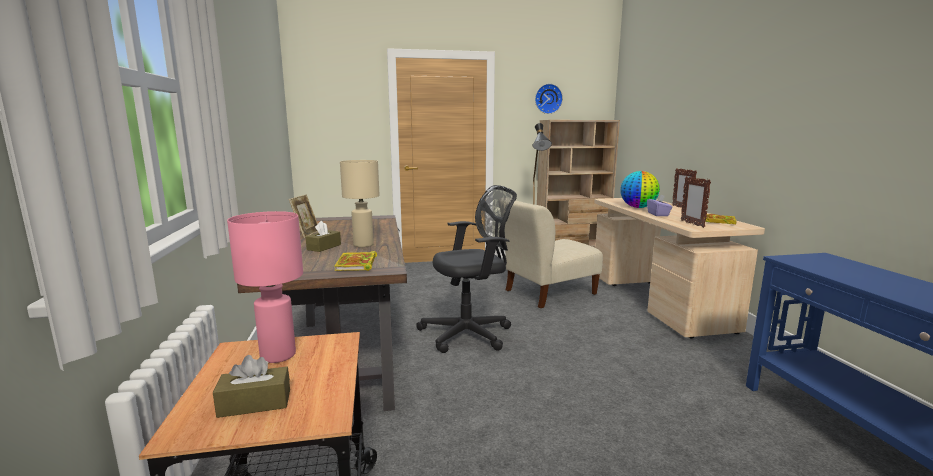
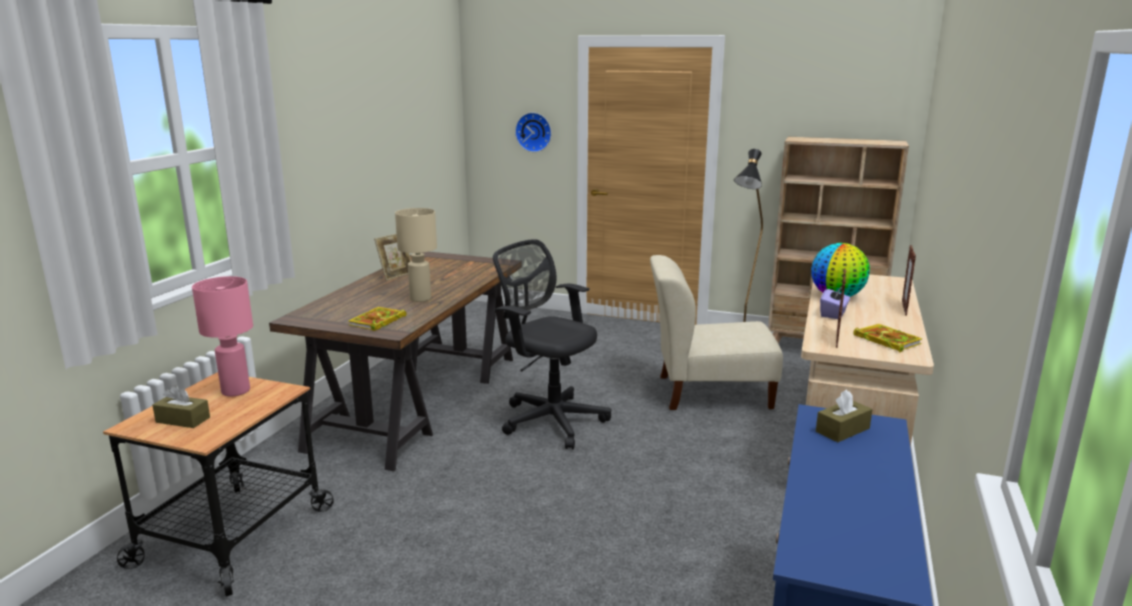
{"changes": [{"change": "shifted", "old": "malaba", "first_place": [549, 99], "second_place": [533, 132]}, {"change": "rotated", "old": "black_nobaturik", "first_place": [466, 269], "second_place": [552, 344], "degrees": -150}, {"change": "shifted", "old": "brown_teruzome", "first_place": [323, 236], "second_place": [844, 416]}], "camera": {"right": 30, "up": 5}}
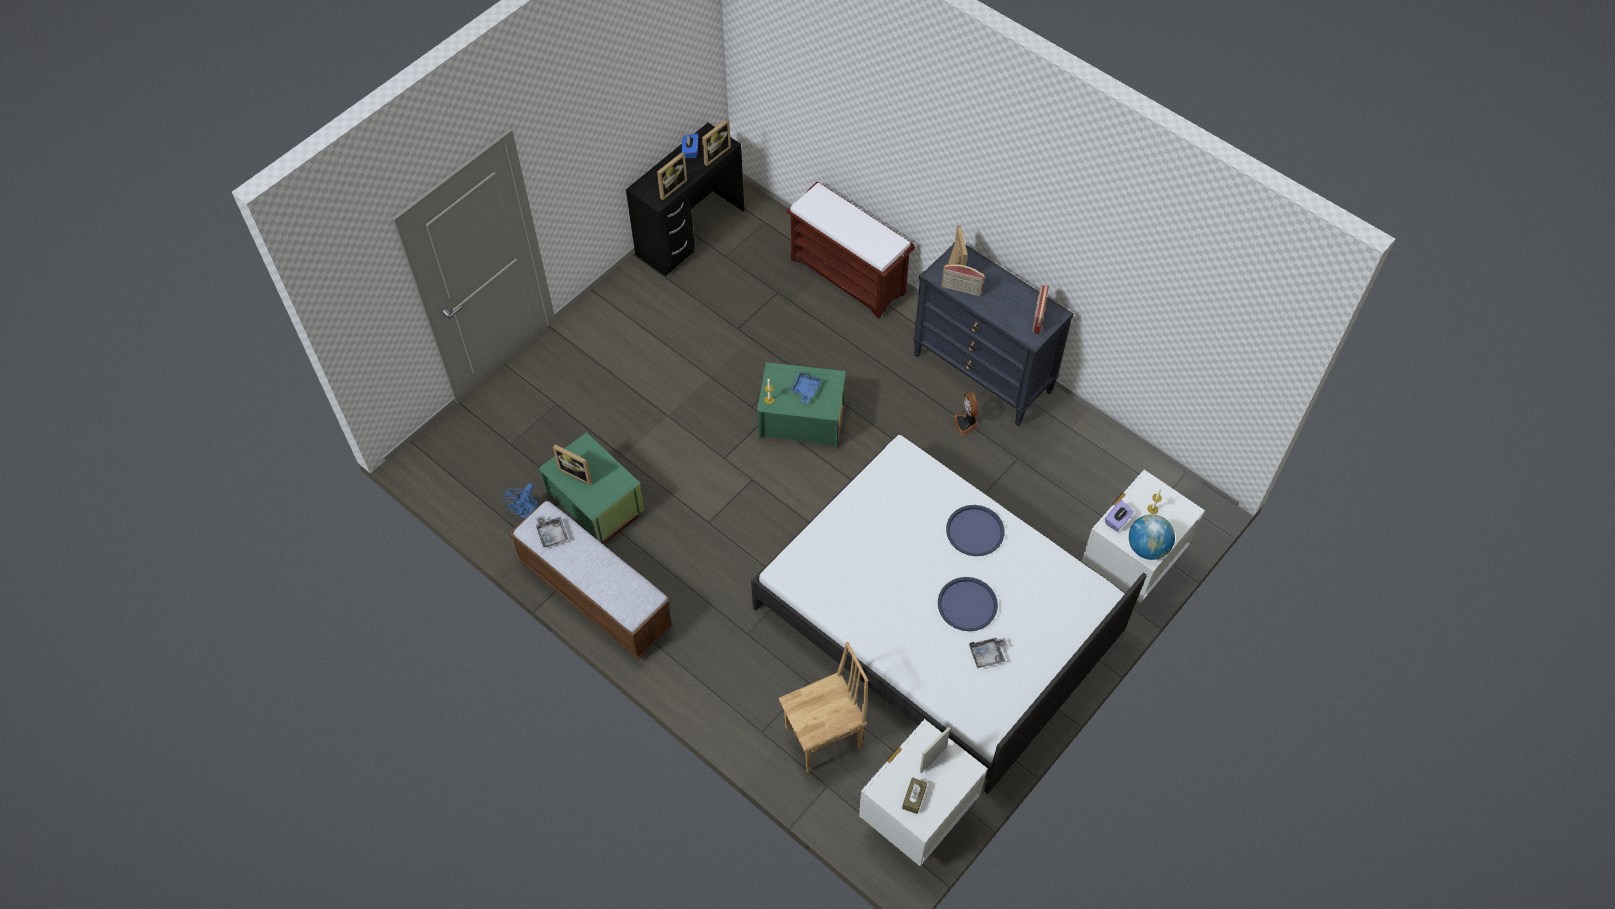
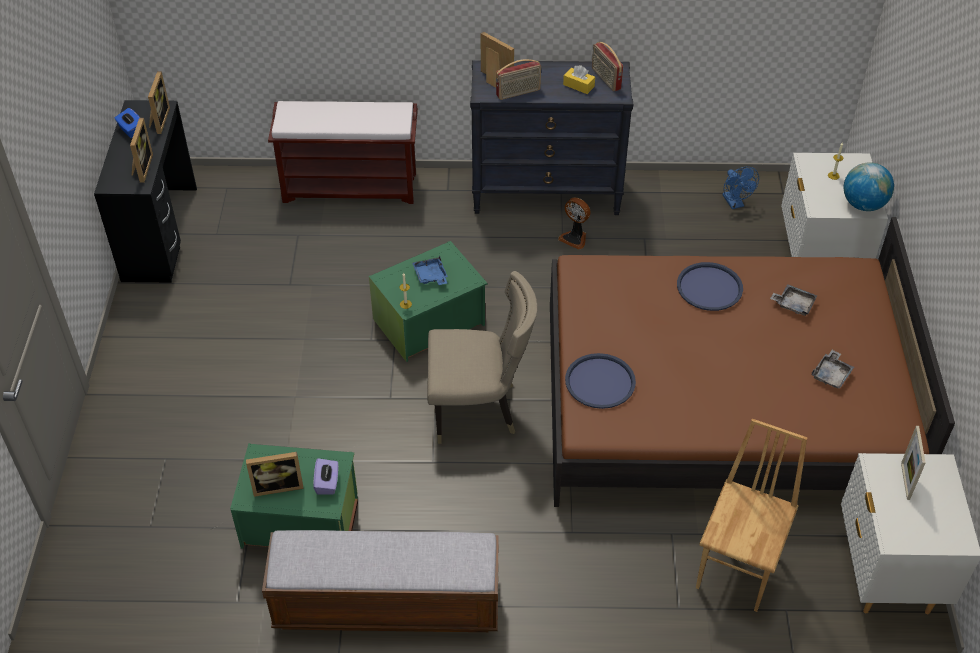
{"changes": [{"change": "repainted", "old": "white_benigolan", "new": "brown_benigolan", "first_place": [949, 613], "second_place": [752, 362]}, {"change": "shifted", "old": "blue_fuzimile", "first_place": [521, 501], "second_place": [741, 188]}, {"change": "shifted", "old": "purple_teruzome", "first_place": [1119, 515], "second_place": [325, 476]}, {"change": "shifted", "old": "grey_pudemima", "first_place": [552, 531], "second_place": [793, 300]}, {"change": "shifted", "old": "blue_pudemima", "first_place": [968, 604], "second_place": [600, 381]}, {"change": "gone", "old": "brown_teruzome", "first_place": [914, 795]}, {"change": "new", "new": "yellow_teruzome", "second_place": [579, 79]}, {"change": "new", "new": "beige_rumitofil", "second_place": [482, 357]}], "camera": {"right": -40, "up": -10}}
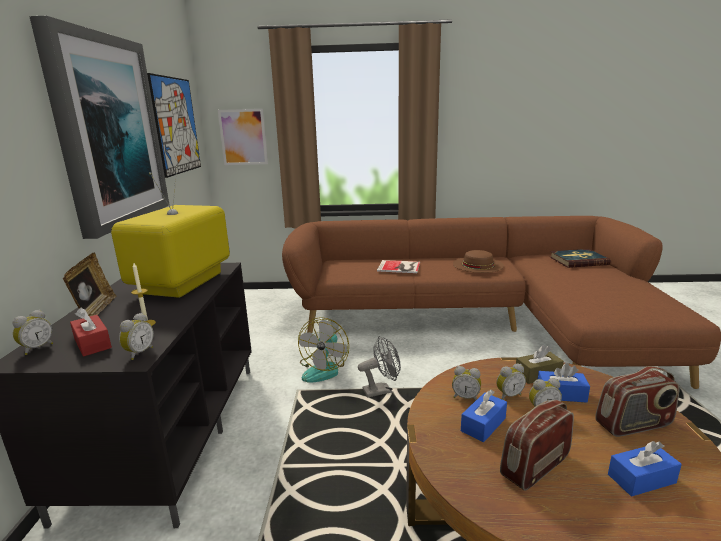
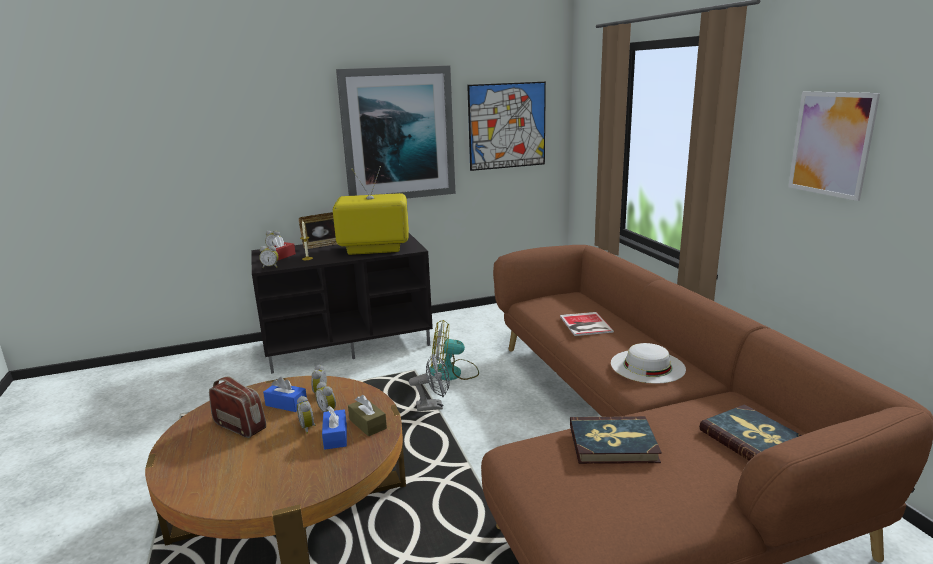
{"changes": [{"change": "shifted", "old": "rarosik", "first_place": [243, 137], "second_place": [834, 146]}, {"change": "repainted", "old": "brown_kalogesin", "new": "white_kalogesin", "first_place": [478, 261], "second_place": [648, 363]}, {"change": "rotated", "old": "grey_fuzimile", "first_place": [379, 367], "second_place": [429, 382], "degrees": -60}, {"change": "gone", "old": "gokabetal", "first_place": [637, 401]}, {"change": "gone", "old": "blue_teruzome", "first_place": [645, 468]}, {"change": "new", "new": "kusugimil", "second_place": [616, 440]}], "camera": {"right": 70, "up": 0}}
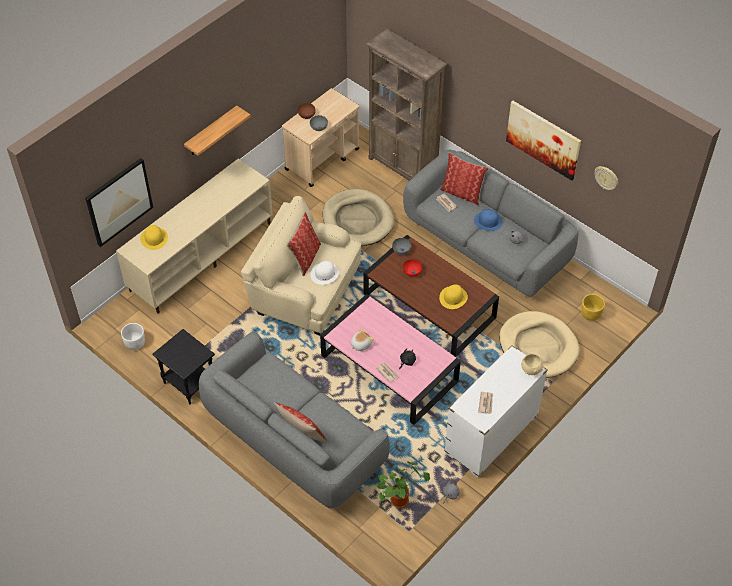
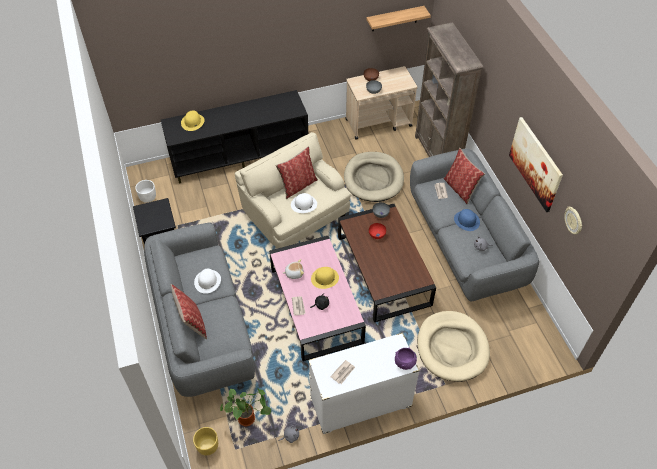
{"changes": [{"change": "shifted", "old": "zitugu", "first_place": [217, 131], "second_place": [398, 18]}, {"change": "gone", "old": "rarosik", "first_place": [119, 202]}, {"change": "repainted", "old": "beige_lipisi", "new": "black_lipisi", "first_place": [194, 236], "second_place": [234, 137]}, {"change": "shifted", "old": "yellow_kalogesin", "first_place": [453, 296], "second_place": [325, 278]}, {"change": "shifted", "old": "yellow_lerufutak", "first_place": [593, 307], "second_place": [205, 441]}, {"change": "repainted", "old": "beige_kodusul", "new": "purple_kodusul", "first_place": [532, 364], "second_place": [406, 359]}, {"change": "new", "new": "white_kalogesin", "second_place": [207, 281]}], "camera": {"right": 30, "up": 0}}
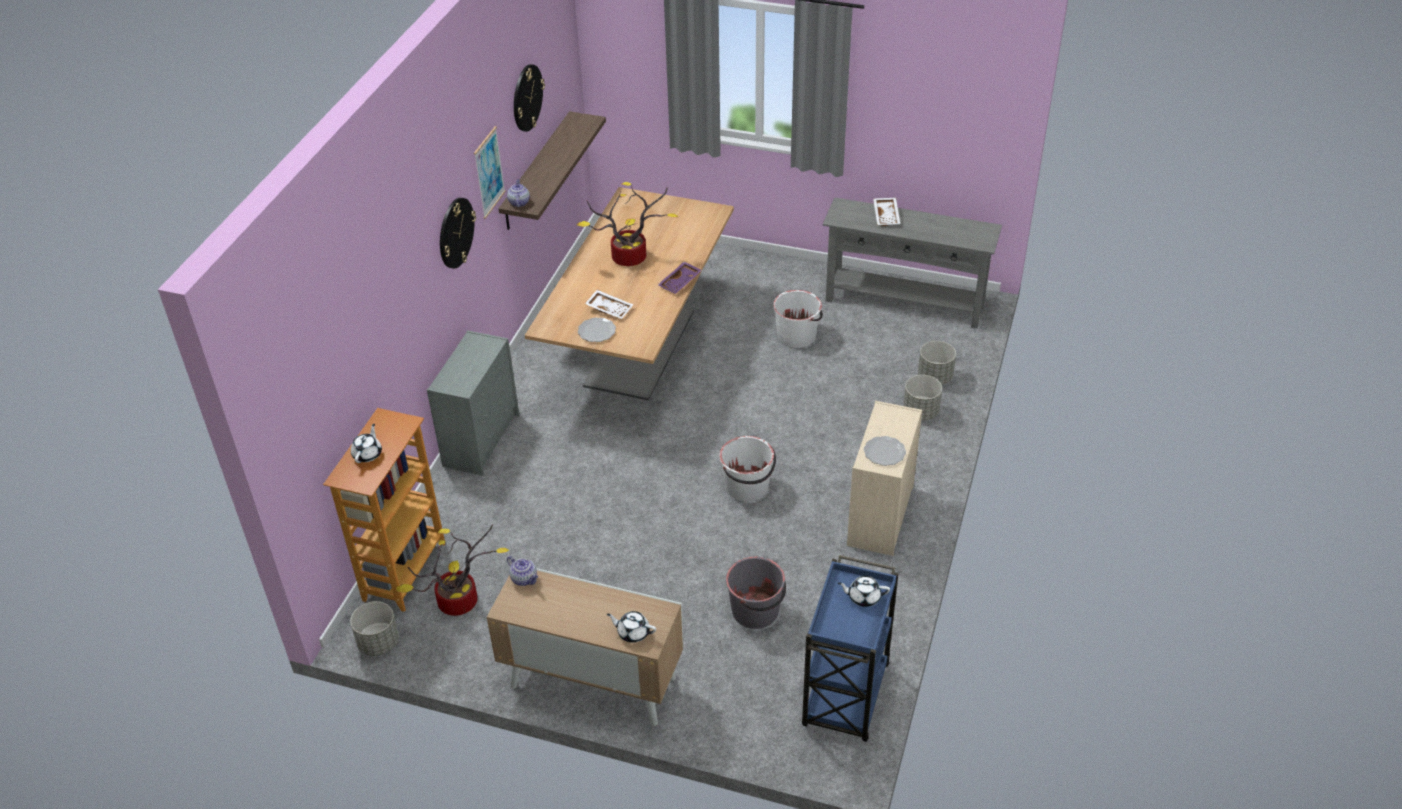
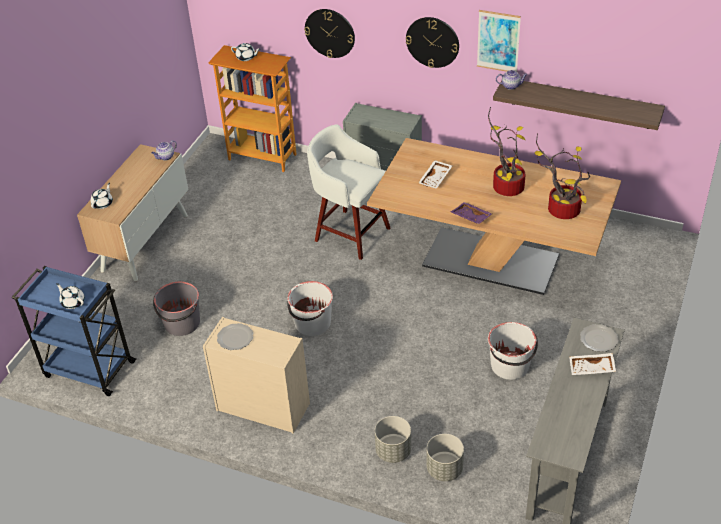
{"changes": [{"change": "shifted", "old": "malaba", "first_place": [529, 98], "second_place": [329, 33]}, {"change": "shifted", "old": "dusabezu", "first_place": [597, 330], "second_place": [599, 338]}, {"change": "shifted", "old": "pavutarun", "first_place": [453, 570], "second_place": [562, 176]}, {"change": "rotated", "old": "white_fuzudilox", "first_place": [864, 591], "second_place": [70, 296], "degrees": -60}, {"change": "gone", "old": "grey_lerufutak", "first_place": [374, 628]}, {"change": "new", "new": "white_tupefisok", "second_place": [348, 192]}], "camera": {"right": 95, "up": 0}}
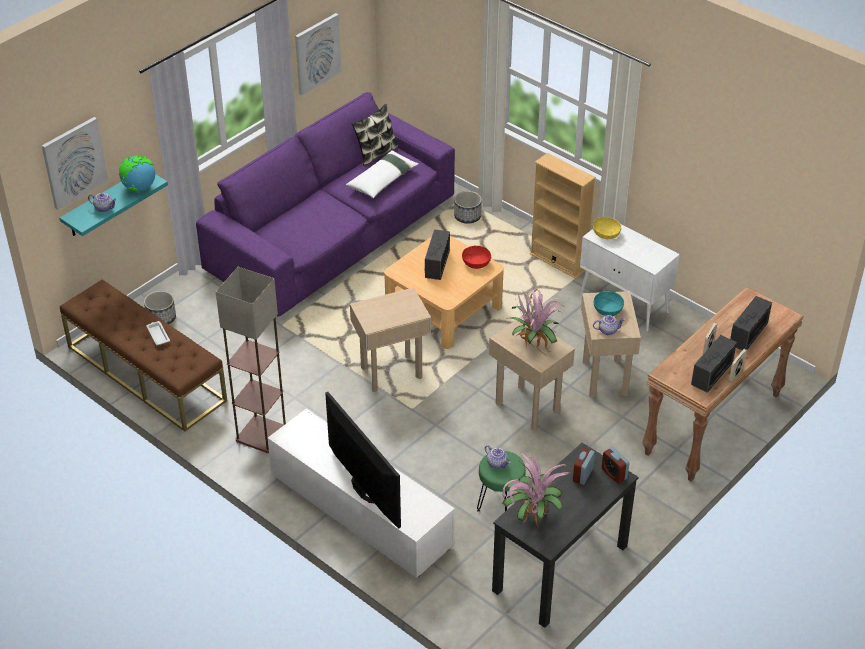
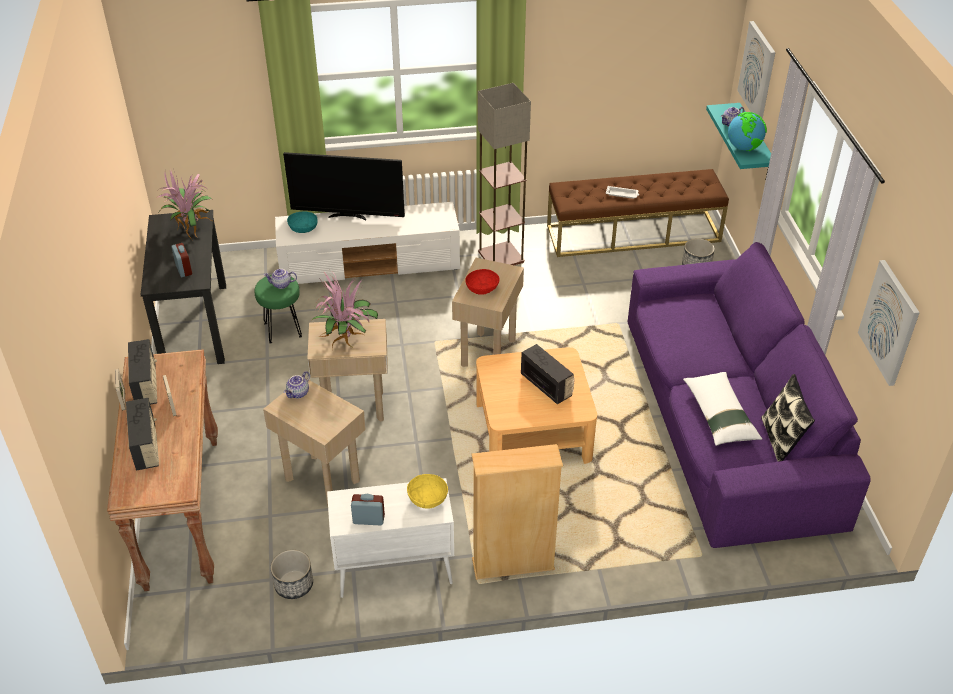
{"changes": [{"change": "shifted", "old": "lerufutak", "first_place": [468, 207], "second_place": [292, 574]}, {"change": "shifted", "old": "red_kodusul", "first_place": [476, 257], "second_place": [482, 282]}, {"change": "shifted", "old": "turquoise_kodusul", "first_place": [609, 303], "second_place": [302, 222]}, {"change": "shifted", "old": "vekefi", "first_place": [616, 465], "second_place": [368, 509]}], "camera": {"right": 130, "up": 0}}
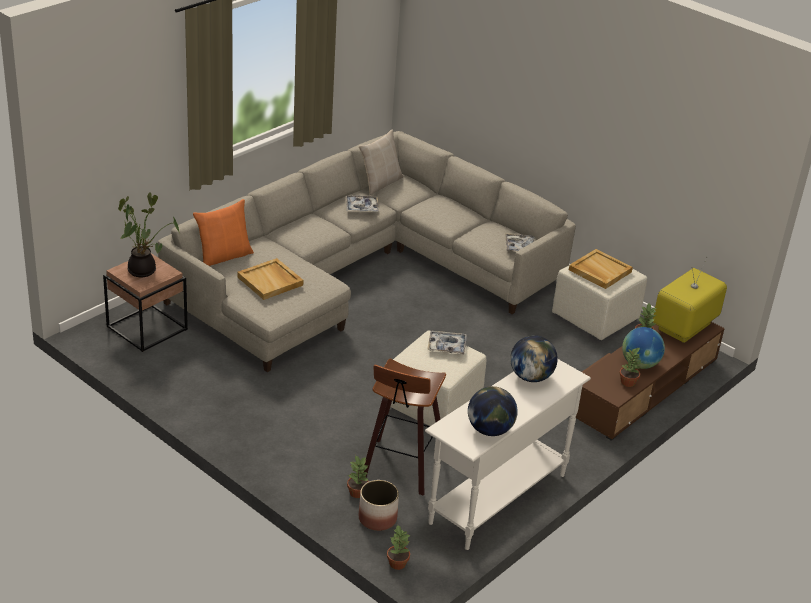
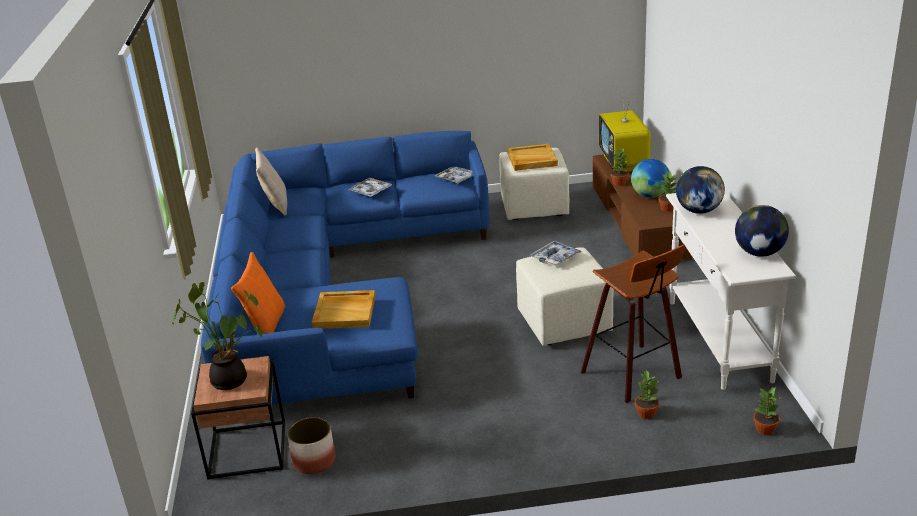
{"changes": [{"change": "repainted", "old": "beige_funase", "new": "blue_funase", "first_place": [367, 251], "second_place": [345, 268]}, {"change": "shifted", "old": "pudemima", "first_place": [362, 204], "second_place": [370, 187]}, {"change": "shifted", "old": "lerufutak", "first_place": [379, 505], "second_place": [311, 445]}], "camera": {"right": -45, "up": -5}}
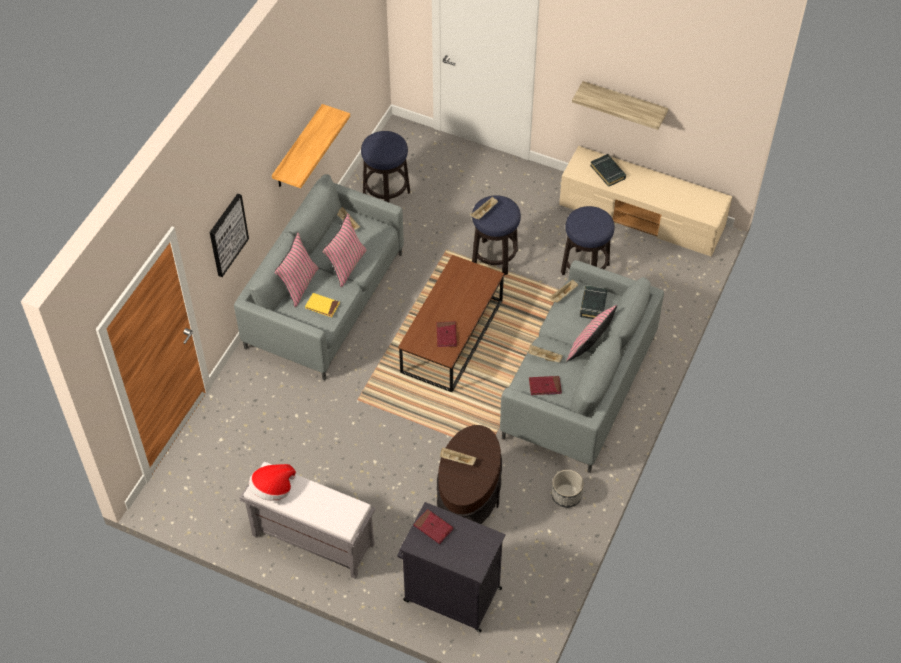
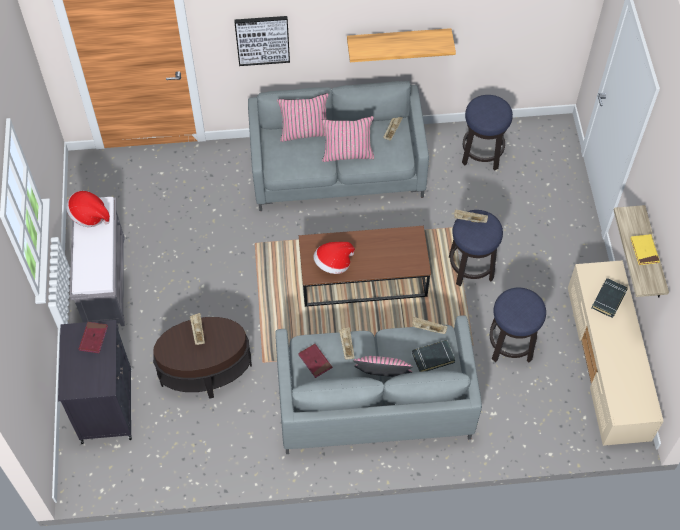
{"changes": [{"change": "shifted", "old": "yellow_kusugimil", "first_place": [322, 305], "second_place": [645, 249]}, {"change": "swapped", "old": "red_kusugimil", "new": "kalogesin", "first_place": [446, 334], "second_place": [334, 258]}, {"change": "gone", "old": "lerufutak", "first_place": [567, 489]}], "camera": {"right": 60, "up": 5}}
